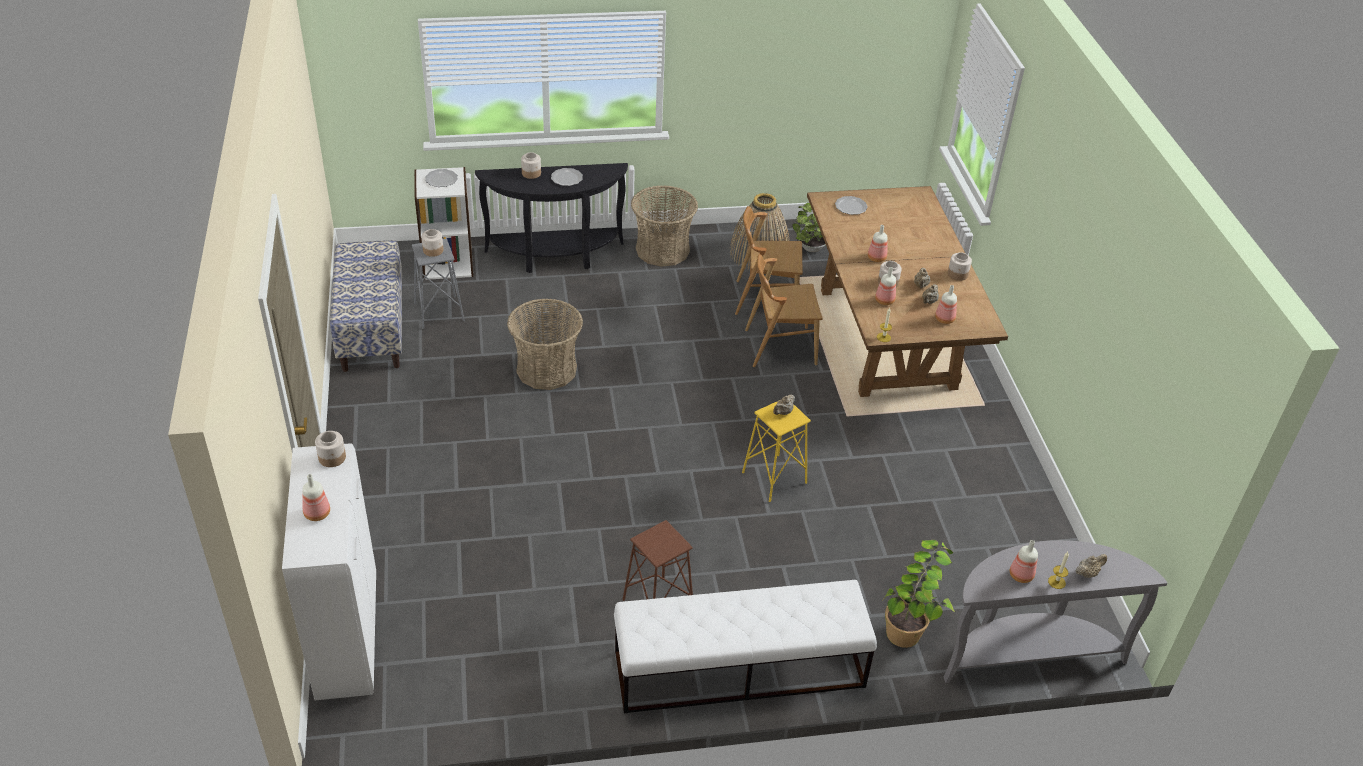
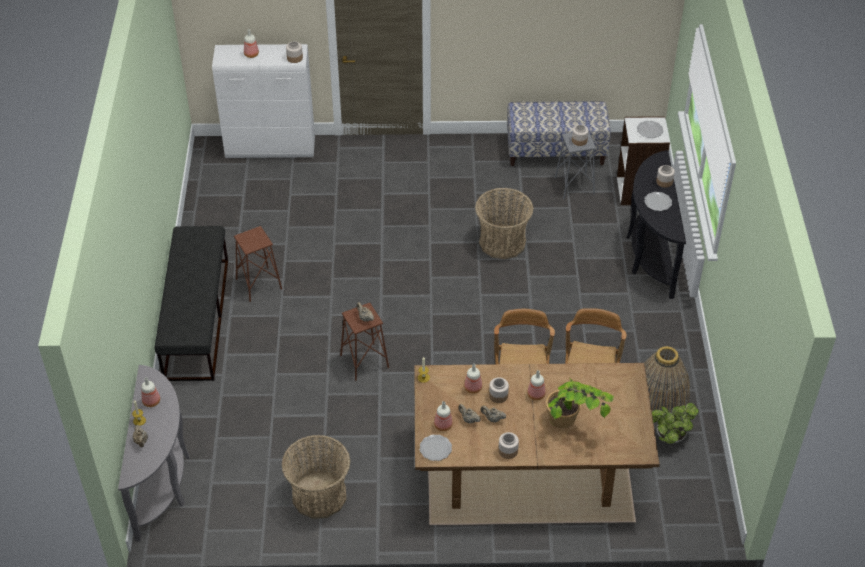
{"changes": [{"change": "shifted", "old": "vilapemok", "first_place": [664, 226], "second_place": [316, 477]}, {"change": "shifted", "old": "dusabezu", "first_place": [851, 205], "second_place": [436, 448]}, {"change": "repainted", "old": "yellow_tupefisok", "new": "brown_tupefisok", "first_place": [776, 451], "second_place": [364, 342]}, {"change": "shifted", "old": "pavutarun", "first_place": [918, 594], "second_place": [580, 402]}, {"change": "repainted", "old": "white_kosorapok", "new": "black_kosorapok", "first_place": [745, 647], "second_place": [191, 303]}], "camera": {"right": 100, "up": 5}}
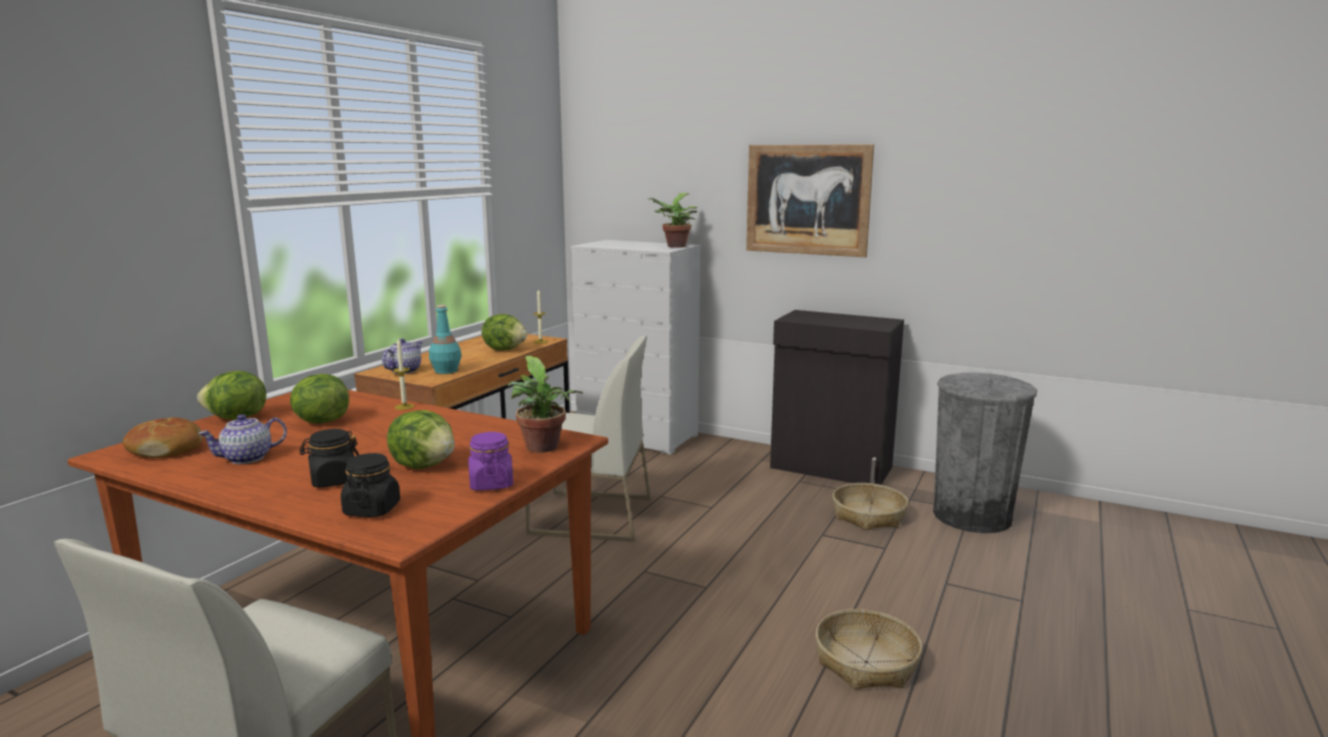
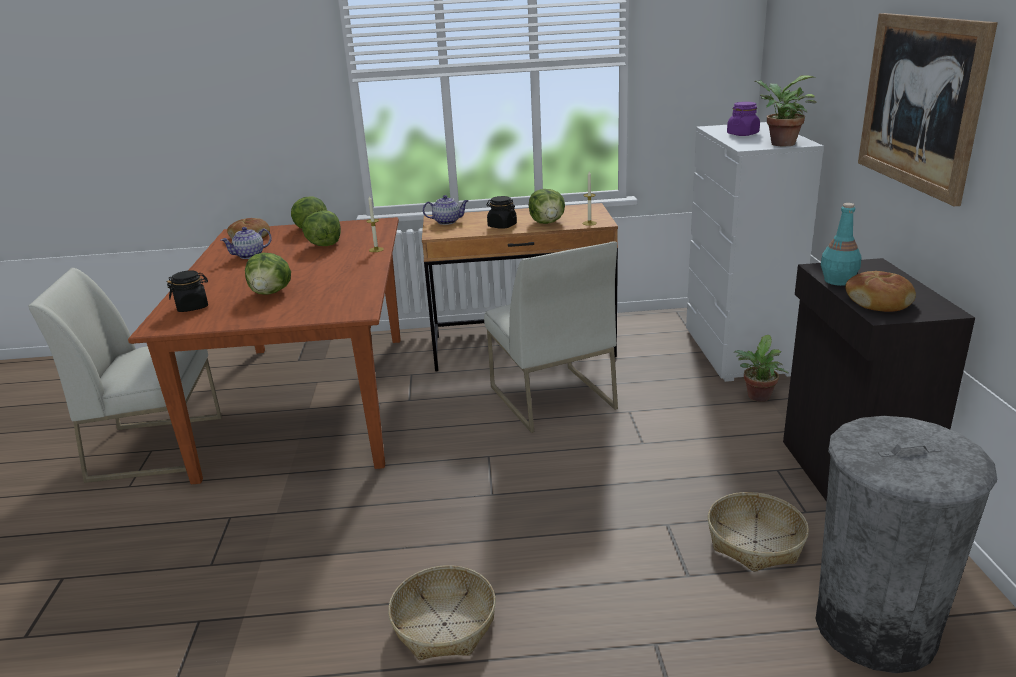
{"changes": [{"change": "shifted", "old": "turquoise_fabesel", "first_place": [445, 339], "second_place": [841, 244]}, {"change": "shifted", "old": "pavutarun", "first_place": [545, 404], "second_place": [761, 368]}, {"change": "rotated", "old": "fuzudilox", "first_place": [242, 439], "second_place": [246, 243], "degrees": -60}, {"change": "shifted", "old": "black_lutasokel", "first_place": [329, 458], "second_place": [502, 212]}, {"change": "shifted", "old": "purple_lutasokel", "first_place": [490, 461], "second_place": [743, 119]}, {"change": "new", "new": "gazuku", "second_place": [880, 291]}], "camera": {"right": 60, "up": 10}}
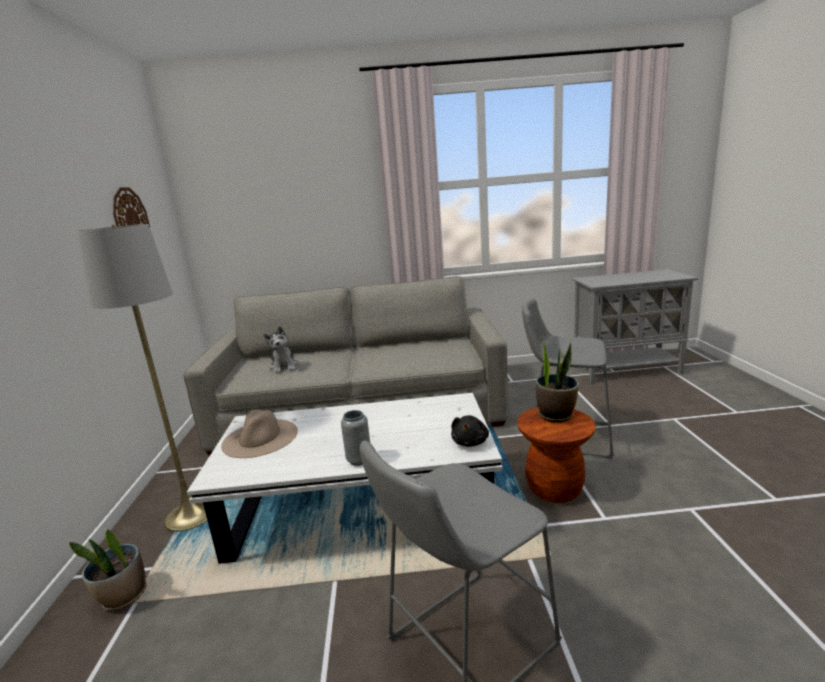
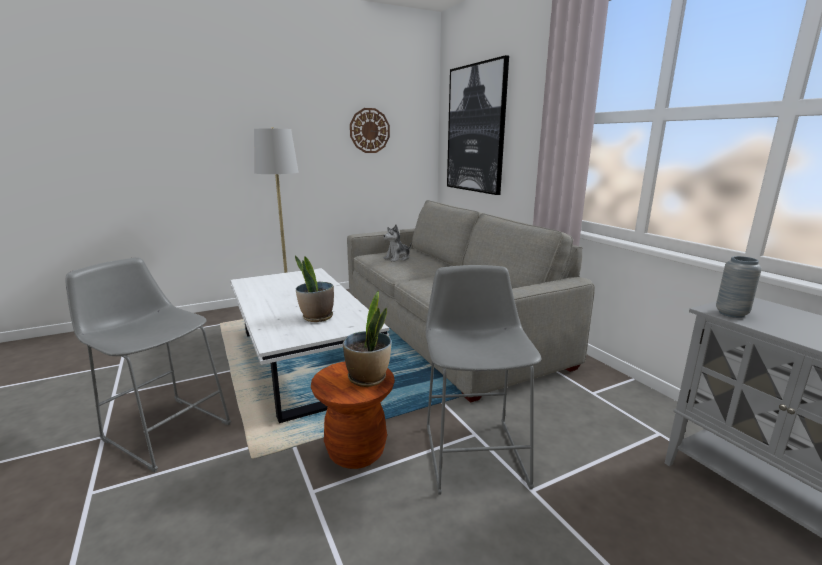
{"changes": [{"change": "gone", "old": "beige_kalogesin", "first_place": [259, 434]}, {"change": "shifted", "old": "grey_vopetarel", "first_place": [355, 438], "second_place": [739, 287]}, {"change": "gone", "old": "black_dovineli", "first_place": [470, 431]}, {"change": "shifted", "old": "pavutarun", "first_place": [107, 570], "second_place": [314, 288]}, {"change": "new", "new": "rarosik", "second_place": [478, 125]}], "camera": {"right": 65, "up": 0}}
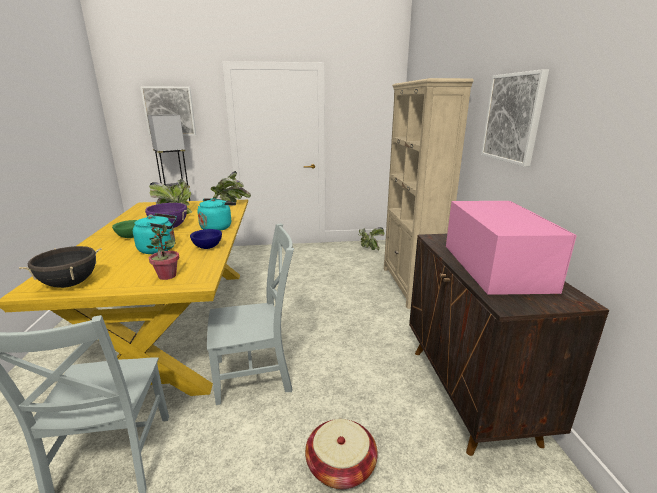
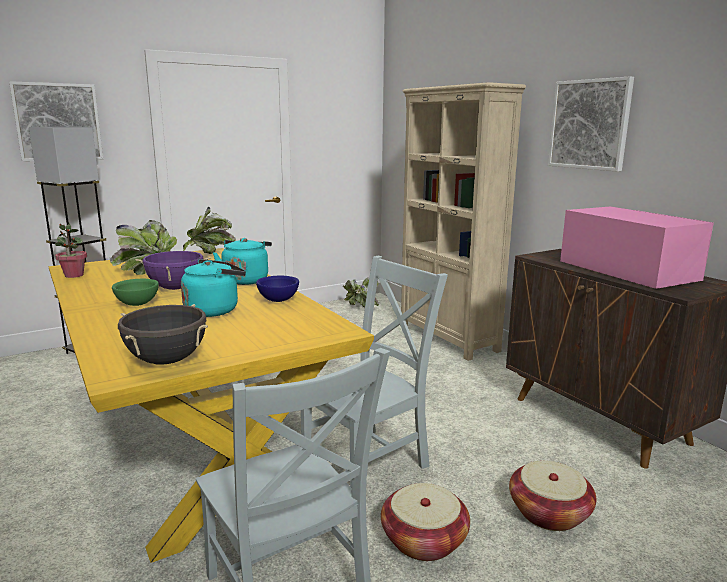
{"changes": [{"change": "shifted", "old": "pavutarun", "first_place": [162, 252], "second_place": [71, 250]}, {"change": "new", "new": "vilapemok", "second_place": [425, 522]}], "camera": {"right": -25, "up": -5}}
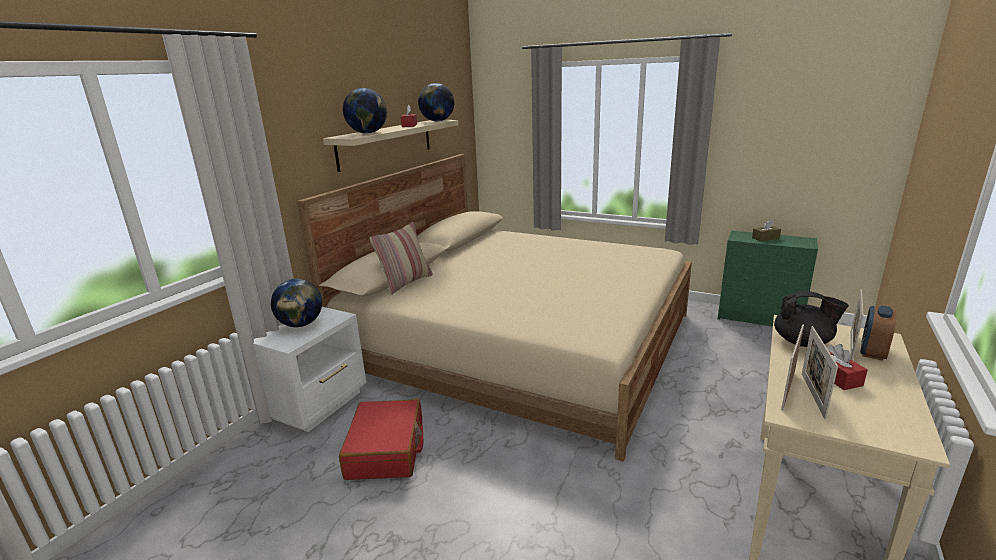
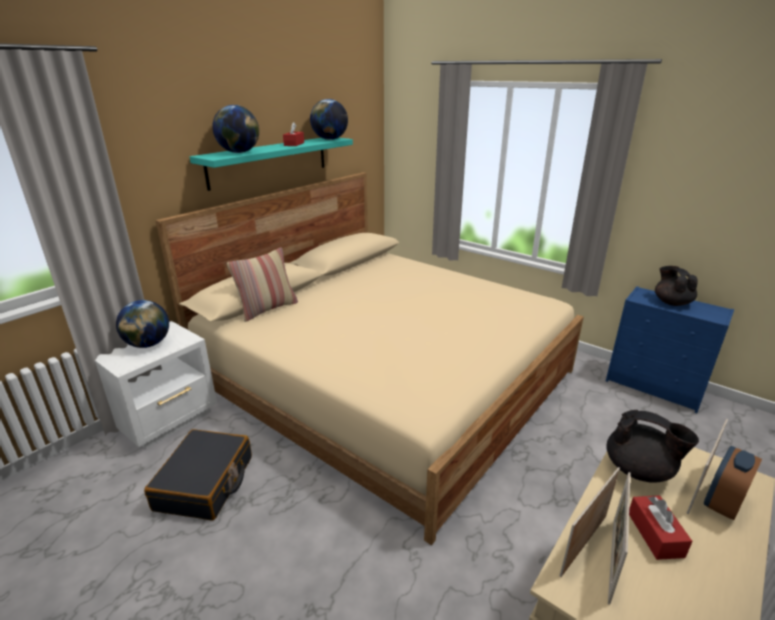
{"changes": [{"change": "repainted", "old": "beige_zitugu", "new": "turquoise_zitugu", "first_place": [390, 146], "second_place": [271, 164]}, {"change": "swapped", "old": "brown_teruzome", "new": "black_fuzudilox", "first_place": [766, 230], "second_place": [676, 286]}, {"change": "repainted", "old": "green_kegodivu", "new": "blue_kegodivu", "first_place": [768, 278], "second_place": [670, 349]}, {"change": "repainted", "old": "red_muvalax", "new": "black_muvalax", "first_place": [381, 439], "second_place": [198, 475]}], "camera": {"right": 10, "up": 5}}
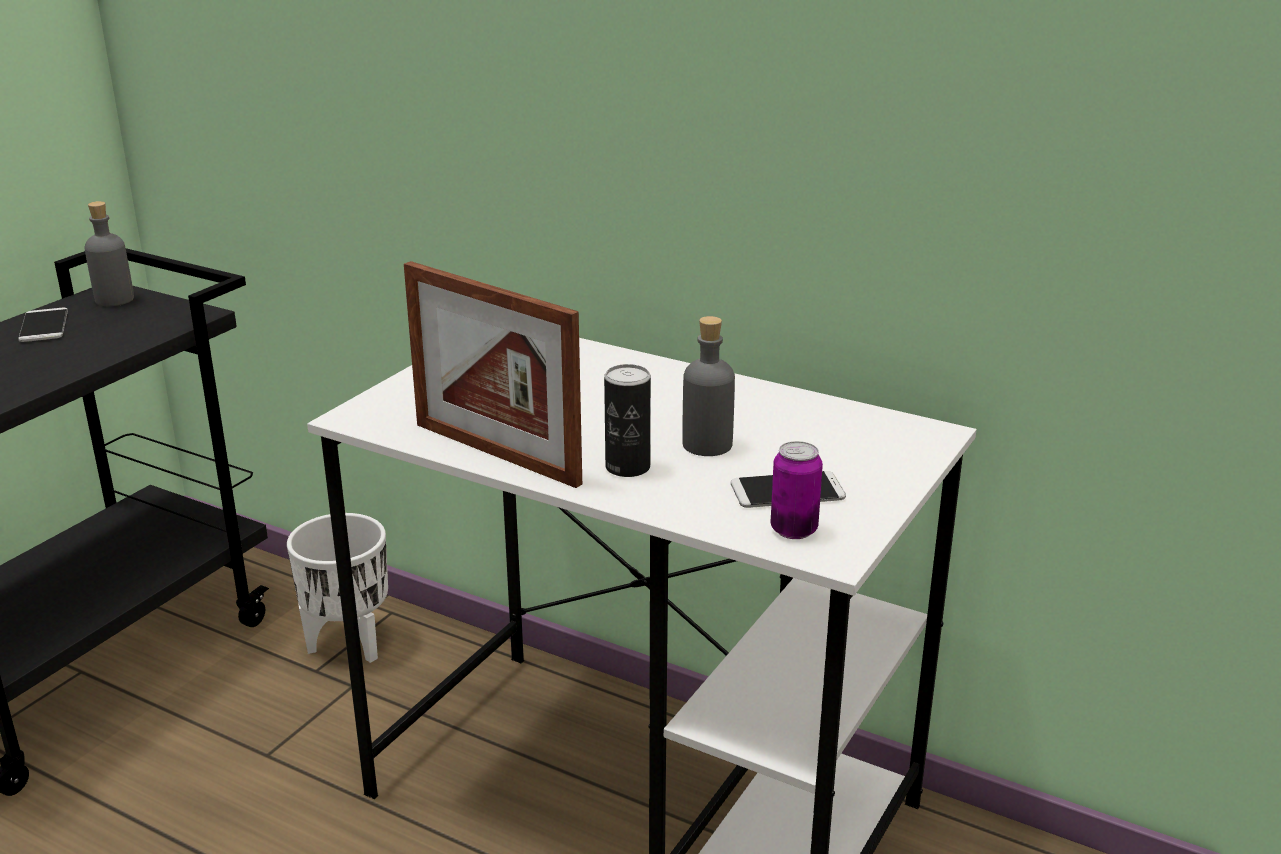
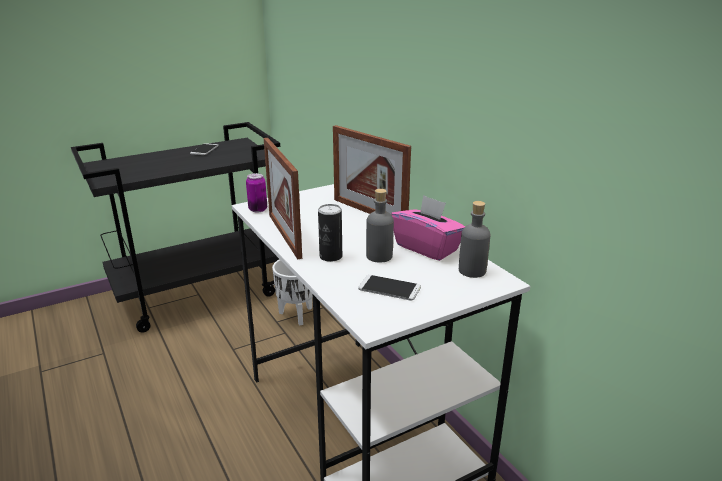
{"changes": [{"change": "shifted", "old": "grey_fabesel", "first_place": [109, 253], "second_place": [475, 239]}, {"change": "shifted", "old": "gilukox", "first_place": [797, 490], "second_place": [256, 192]}, {"change": "new", "new": "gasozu", "second_place": [372, 169]}, {"change": "new", "new": "pink_teruzome", "second_place": [428, 228]}], "camera": {"right": 30, "up": 0}}
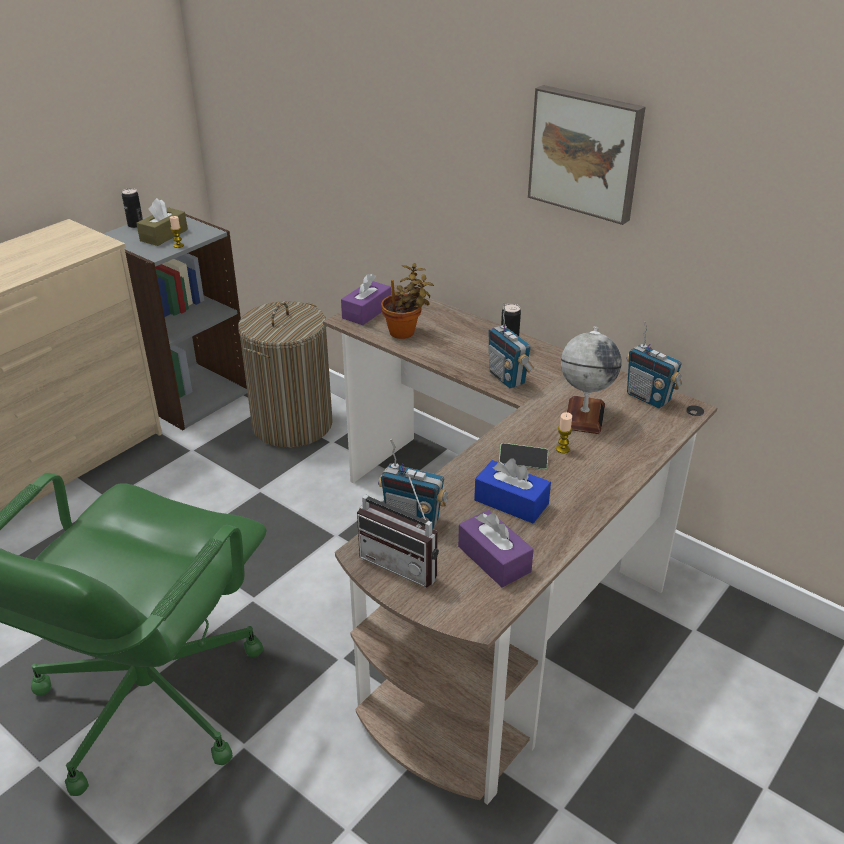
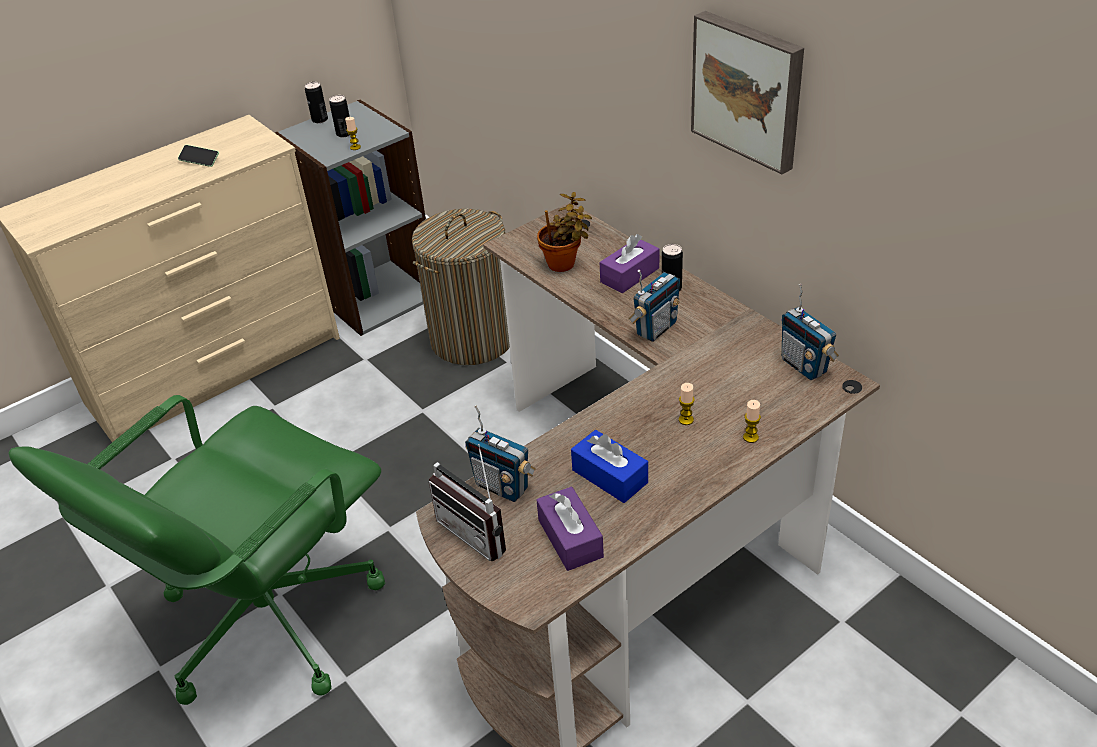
{"changes": [{"change": "swapped", "old": "brown_teruzome", "new": "gilukox", "first_place": [162, 222], "second_place": [339, 116]}, {"change": "shifted", "old": "purple_teruzome", "first_place": [366, 299], "second_place": [629, 263]}, {"change": "rotated", "old": "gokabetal", "first_place": [511, 346], "second_place": [654, 306], "degrees": -120}, {"change": "gone", "old": "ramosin", "first_place": [591, 380]}, {"change": "shifted", "old": "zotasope", "first_place": [523, 456], "second_place": [198, 156]}, {"change": "new", "new": "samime", "second_place": [752, 421]}], "camera": {"right": 15, "up": 5}}
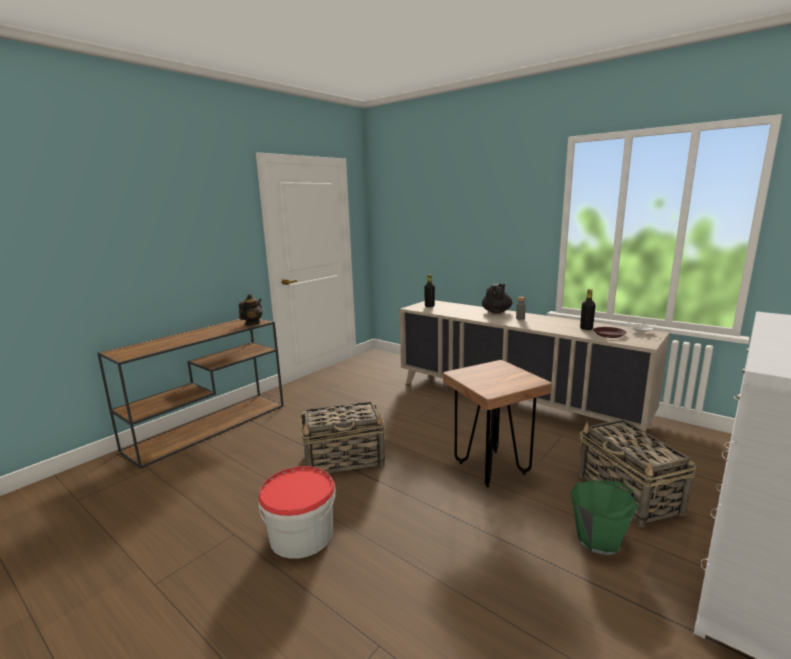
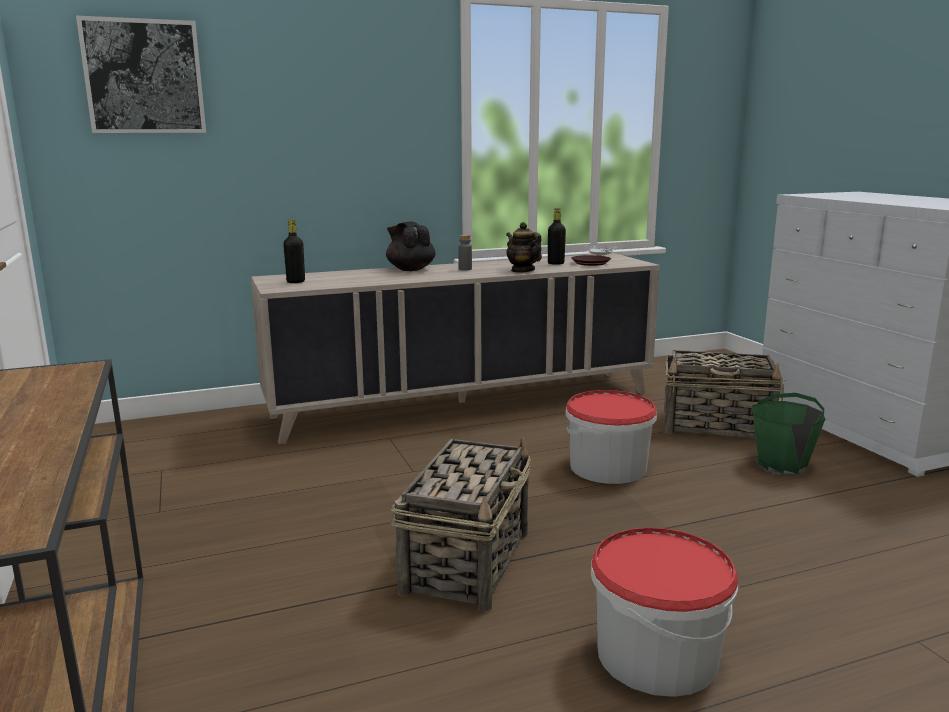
{"changes": [{"change": "shifted", "old": "fuzudilox", "first_place": [250, 309], "second_place": [524, 247]}, {"change": "swapped", "old": "brown_tupefisok", "new": "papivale", "first_place": [497, 423], "second_place": [611, 437]}, {"change": "new", "new": "rarosik", "second_place": [141, 74]}], "camera": {"right": -60, "up": 0}}
